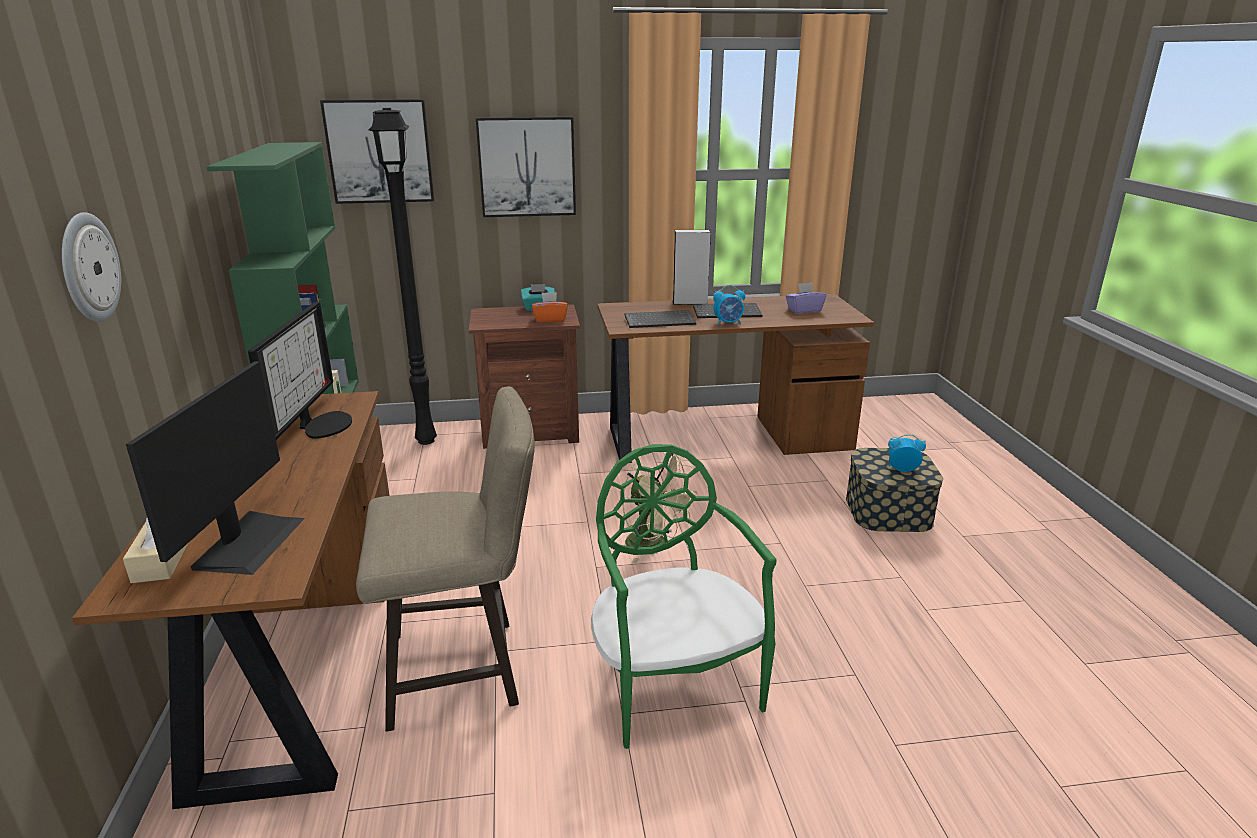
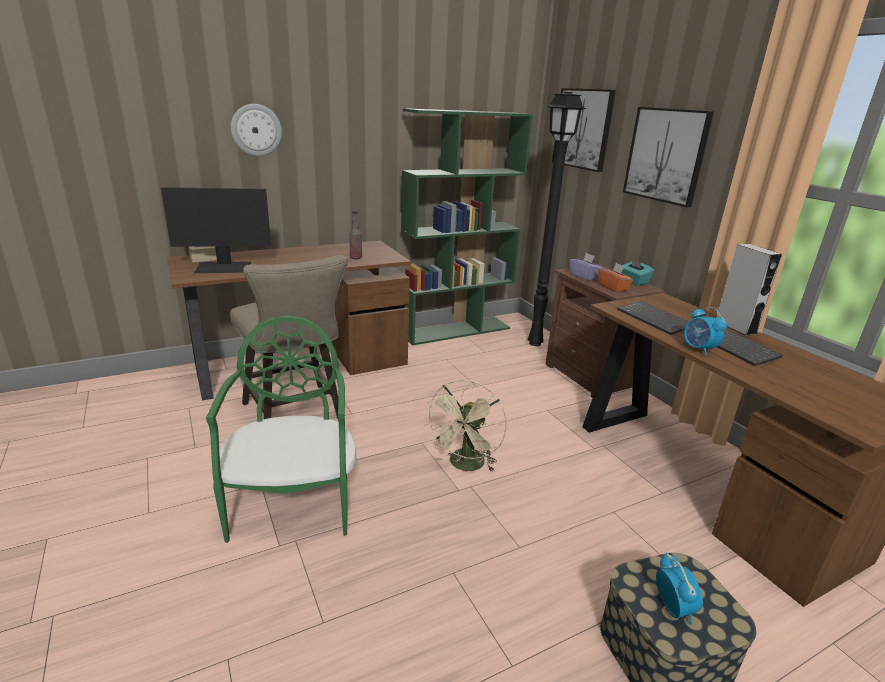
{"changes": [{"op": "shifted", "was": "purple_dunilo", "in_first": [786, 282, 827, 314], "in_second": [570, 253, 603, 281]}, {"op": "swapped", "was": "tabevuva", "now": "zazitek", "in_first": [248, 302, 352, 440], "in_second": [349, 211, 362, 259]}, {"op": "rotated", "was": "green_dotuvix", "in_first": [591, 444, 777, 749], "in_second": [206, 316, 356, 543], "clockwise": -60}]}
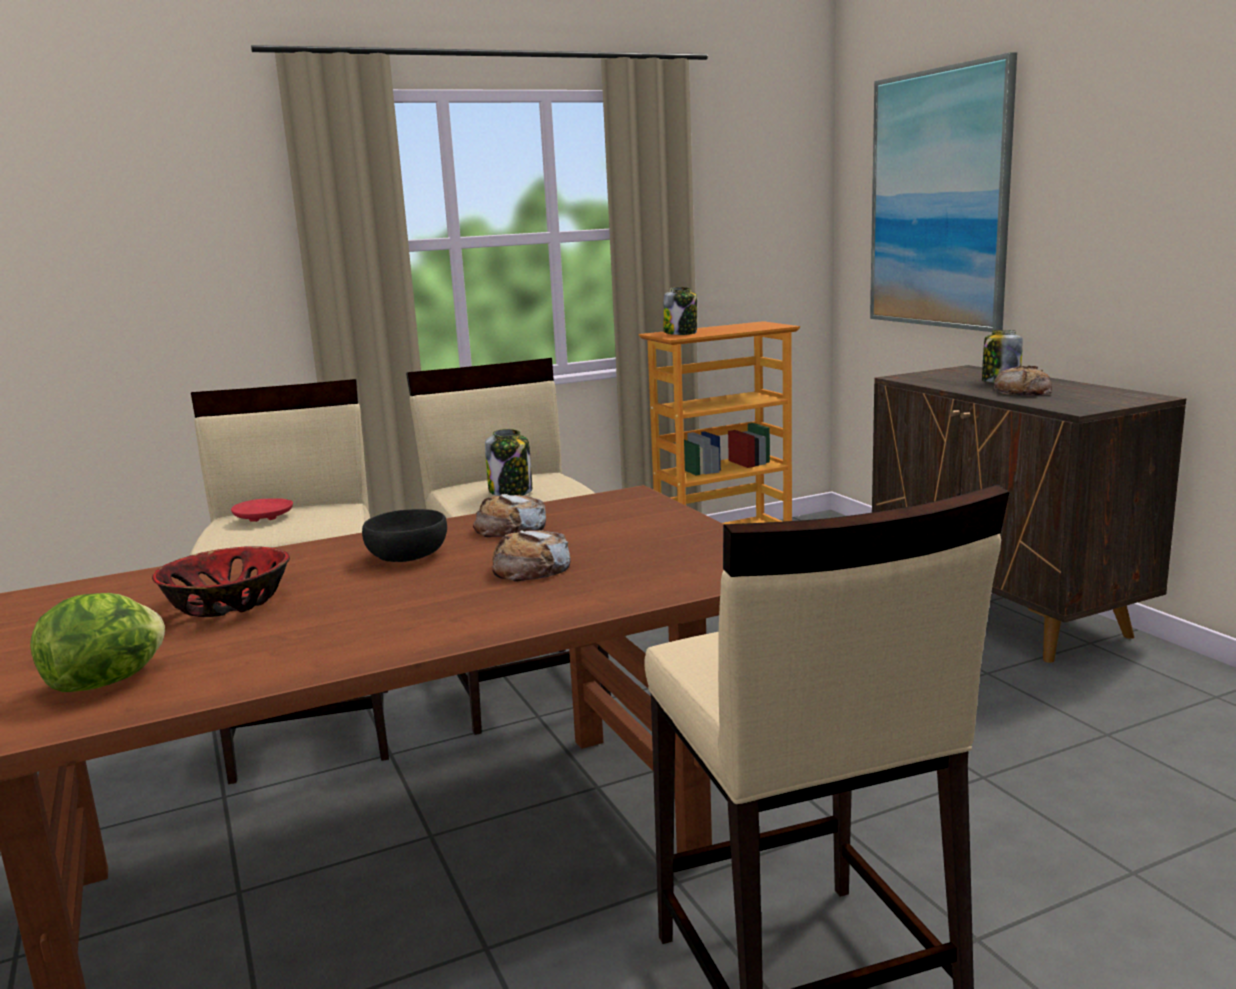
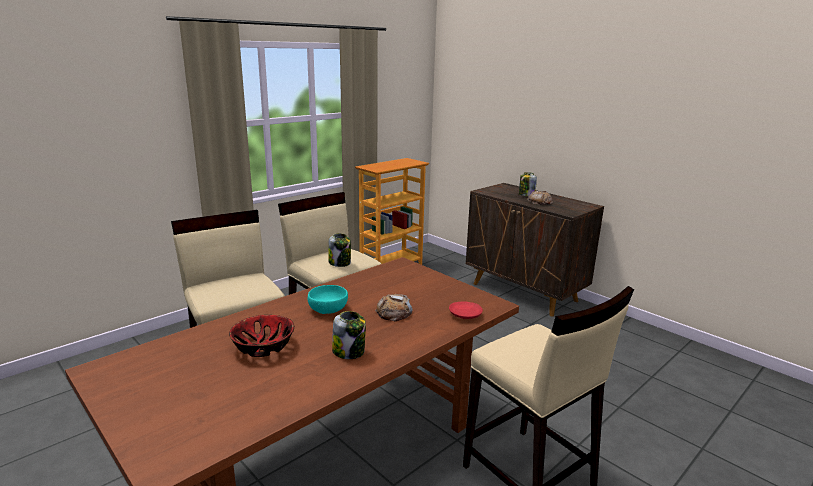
{"changes": [{"op": "gone", "was": "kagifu", "in_first": [870, 52, 1017, 332]}, {"op": "shifted", "was": "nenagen", "in_first": [663, 287, 697, 335], "in_second": [332, 311, 366, 359]}, {"op": "gone", "was": "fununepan", "in_first": [473, 494, 546, 537]}, {"op": "shifted", "was": "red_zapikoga", "in_first": [231, 498, 293, 522], "in_second": [449, 301, 483, 319]}, {"op": "repainted", "was": "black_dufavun", "now": "turquoise_dufavun", "in_first": [362, 509, 447, 562], "in_second": [308, 285, 348, 314]}, {"op": "gone", "was": "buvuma", "in_first": [30, 593, 165, 692]}]}
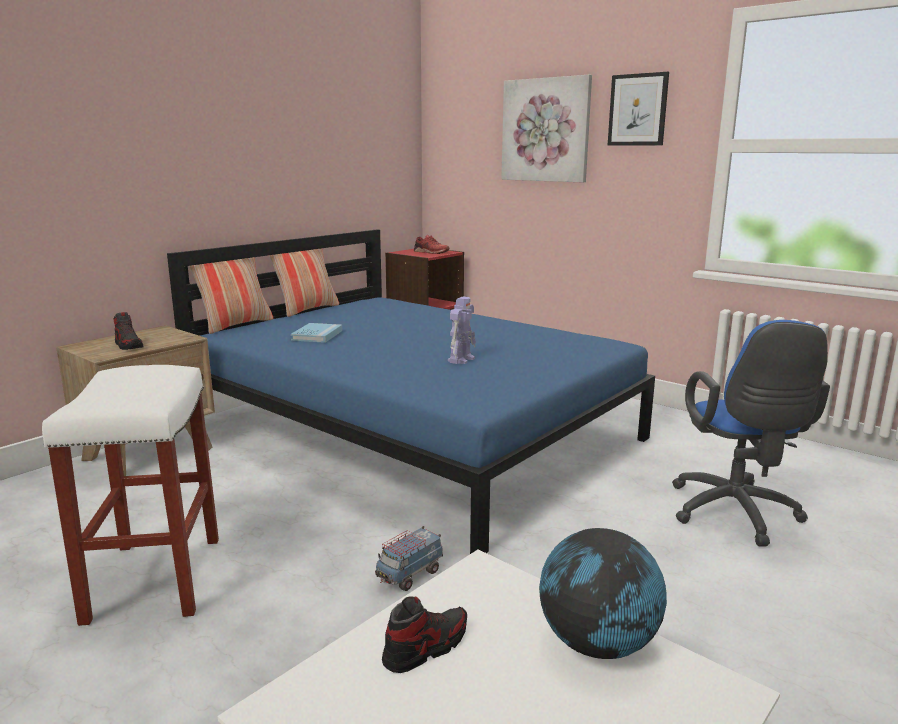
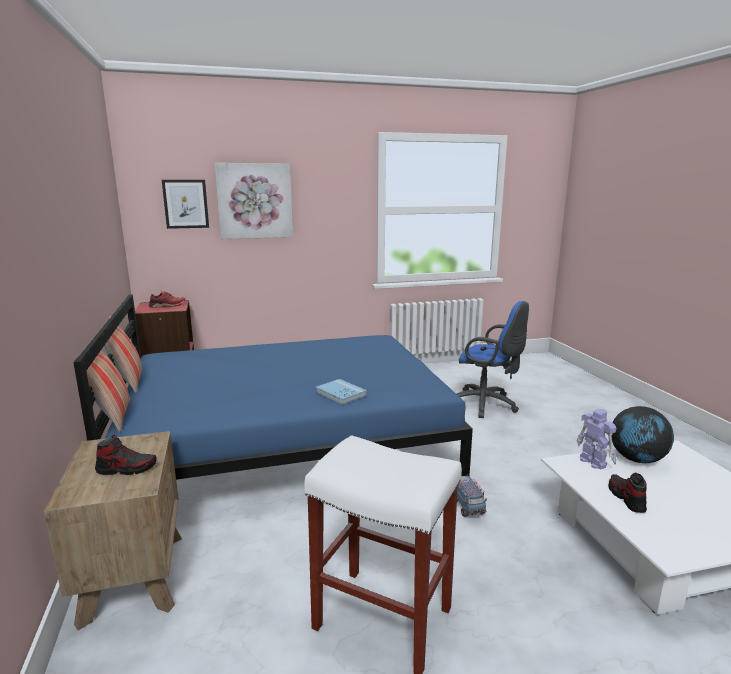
{"changes": [{"op": "shifted", "was": "kagifu", "in_first": [608, 72, 669, 146], "in_second": [162, 180, 209, 229]}, {"op": "shifted", "was": "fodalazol", "in_first": [448, 297, 476, 364], "in_second": [577, 409, 616, 470]}, {"op": "shifted", "was": "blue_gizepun", "in_first": [291, 323, 342, 343], "in_second": [316, 379, 367, 405]}]}
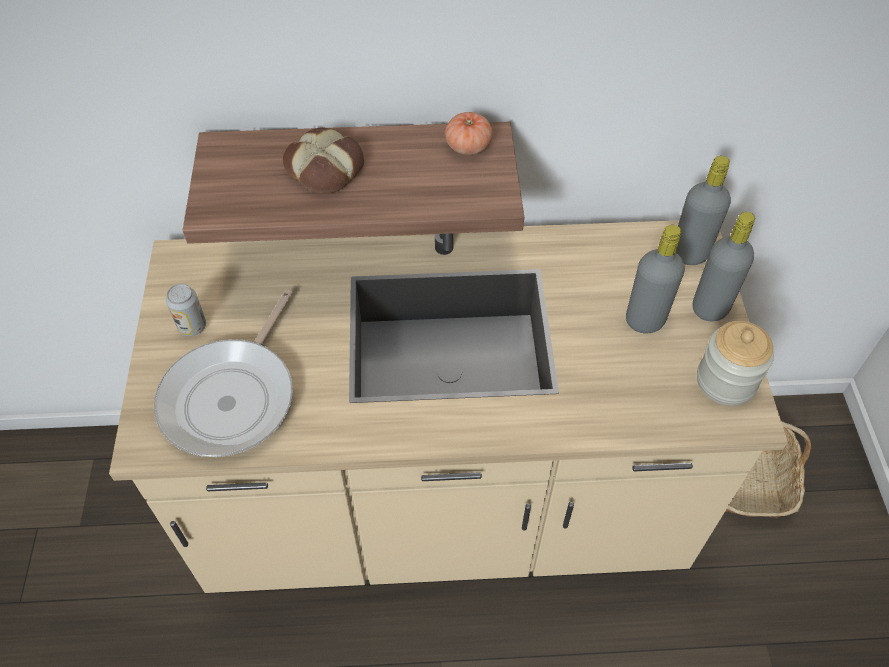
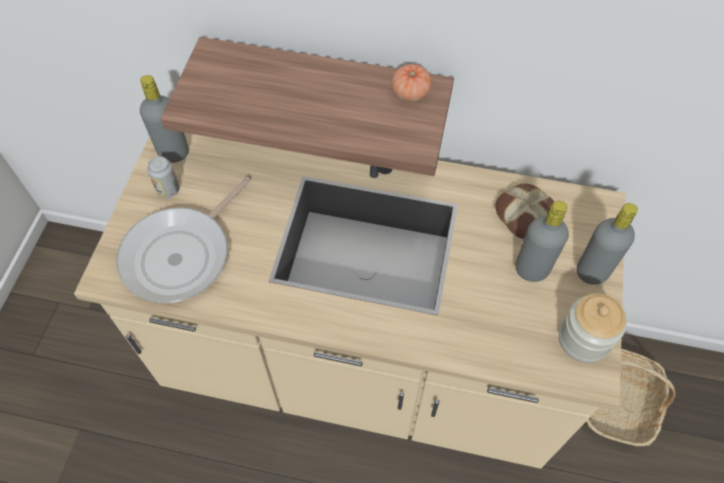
{"changes": [{"op": "shifted", "was": "fununepan", "in_first": [283, 128, 364, 194], "in_second": [495, 184, 554, 239]}, {"op": "shifted", "was": "grey_zazitek", "in_first": [676, 156, 731, 265], "in_second": [140, 75, 189, 163]}]}
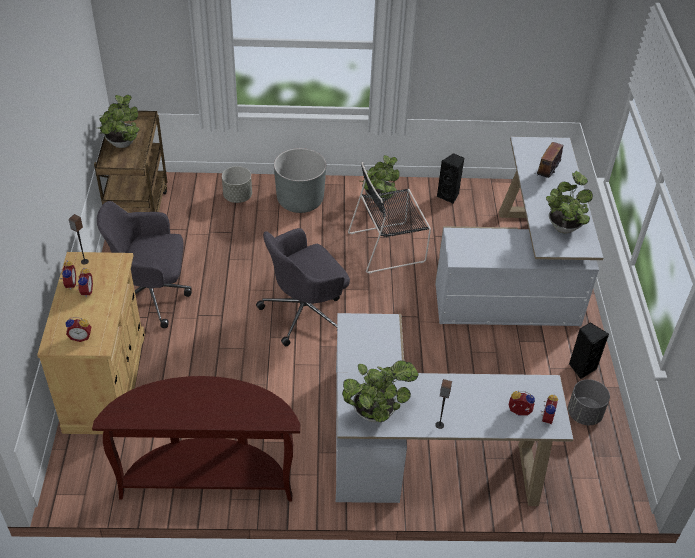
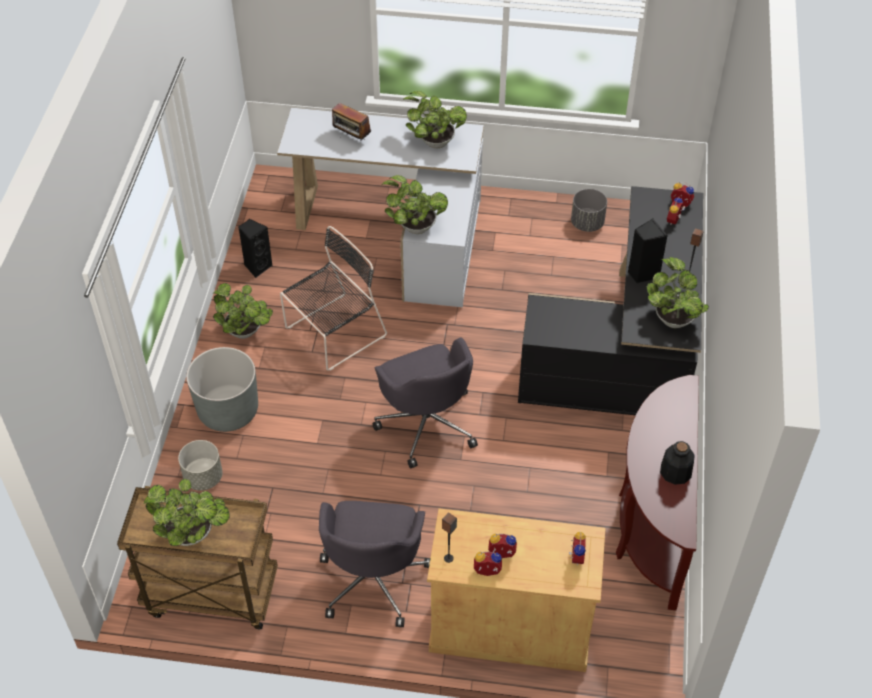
{"changes": [{"op": "rotated", "was": "black_dotuvix", "in_first": [348, 162, 431, 274], "in_second": [280, 226, 387, 371], "clockwise": -120}, {"op": "repainted", "was": "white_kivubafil", "now": "black_kivubafil", "in_first": [336, 313, 573, 506], "in_second": [518, 186, 703, 415]}, {"op": "shifted", "was": "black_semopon", "in_first": [569, 322, 609, 379], "in_second": [628, 219, 668, 283]}, {"op": "new", "now": "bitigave", "in_second": [382, 175, 448, 234]}, {"op": "new", "now": "zazitek", "in_second": [660, 441, 695, 485]}]}
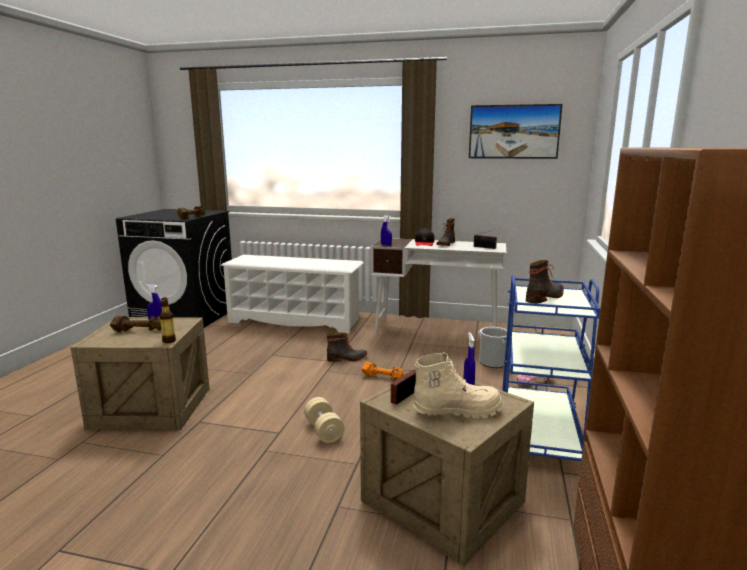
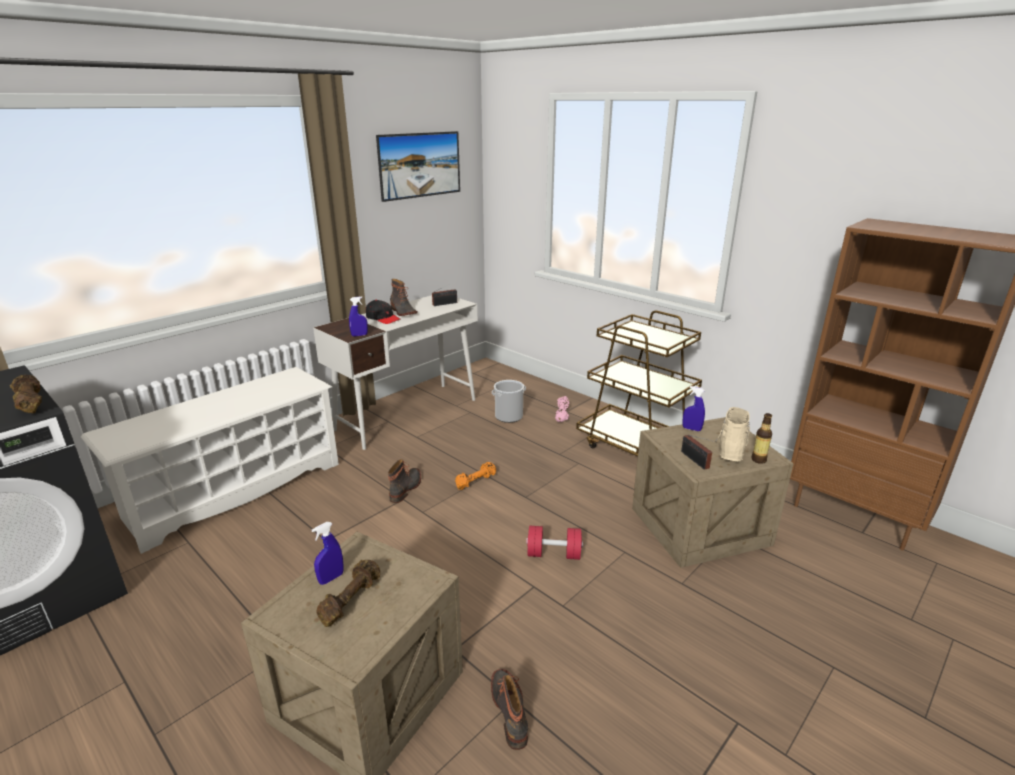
{"changes": [{"op": "shifted", "was": "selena", "in_first": [526, 260, 564, 304], "in_second": [491, 669, 528, 750]}, {"op": "repainted", "was": "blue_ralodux", "now": "brown_ralodux", "in_first": [502, 275, 600, 461], "in_second": [576, 310, 702, 456]}, {"op": "shifted", "was": "zazitek", "in_first": [160, 298, 176, 343], "in_second": [751, 413, 772, 464]}, {"op": "repainted", "was": "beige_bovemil", "now": "red_bovemil", "in_first": [304, 397, 345, 443], "in_second": [526, 526, 583, 560]}]}
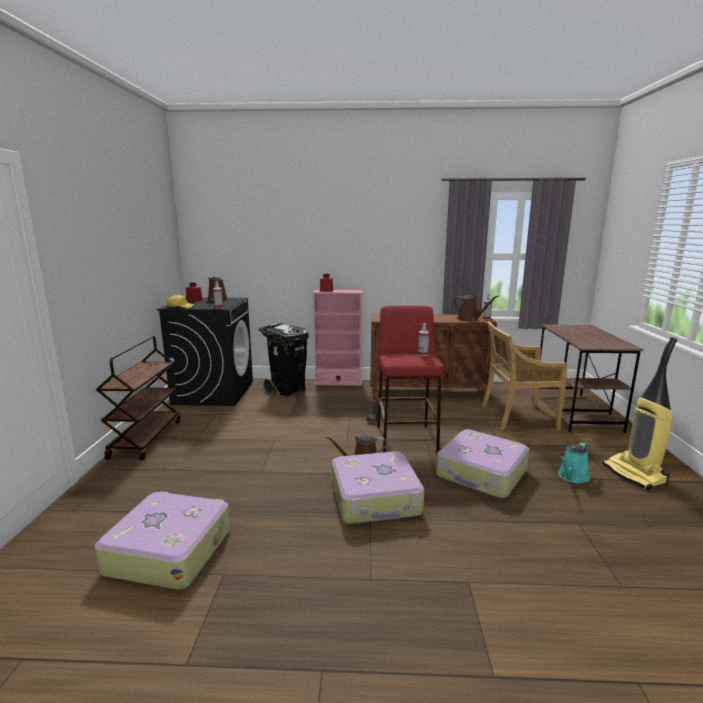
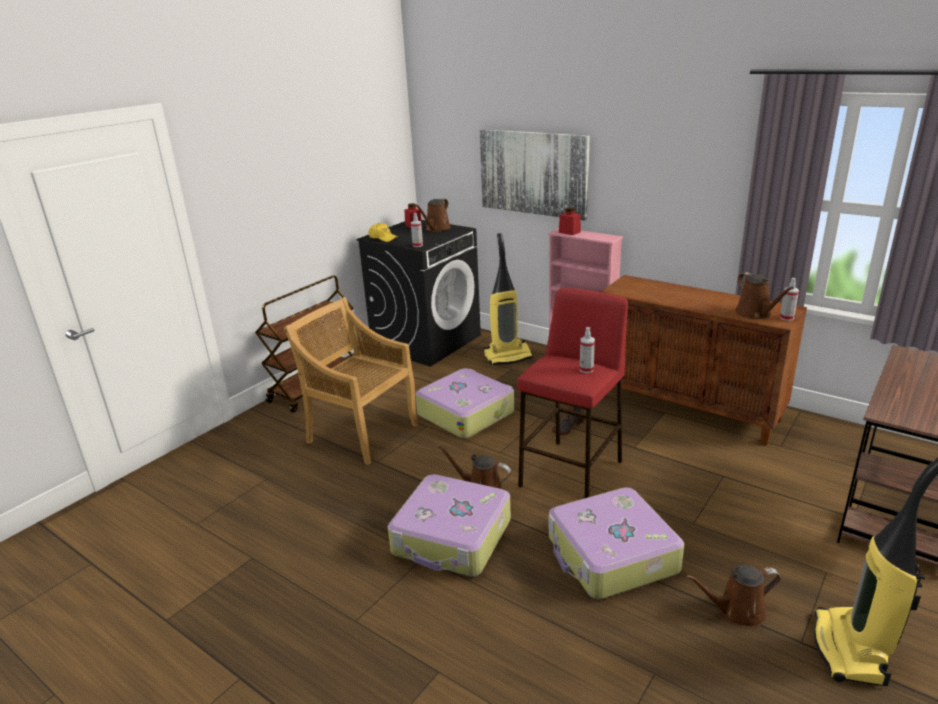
{"changes": [{"op": "shifted", "was": "beige_dotuvix", "in_first": [482, 321, 567, 430], "in_second": [284, 297, 418, 465]}, {"op": "swapped", "was": "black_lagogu", "now": "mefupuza", "in_first": [258, 323, 309, 396], "in_second": [484, 233, 534, 366]}, {"op": "repainted", "was": "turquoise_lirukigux", "now": "brown_lirukigux", "in_first": [558, 442, 590, 483], "in_second": [686, 565, 781, 627]}, {"op": "shifted", "was": "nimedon", "in_first": [95, 491, 230, 590], "in_second": [415, 368, 514, 439]}, {"op": "new", "now": "kagifu", "in_second": [480, 129, 590, 221]}]}
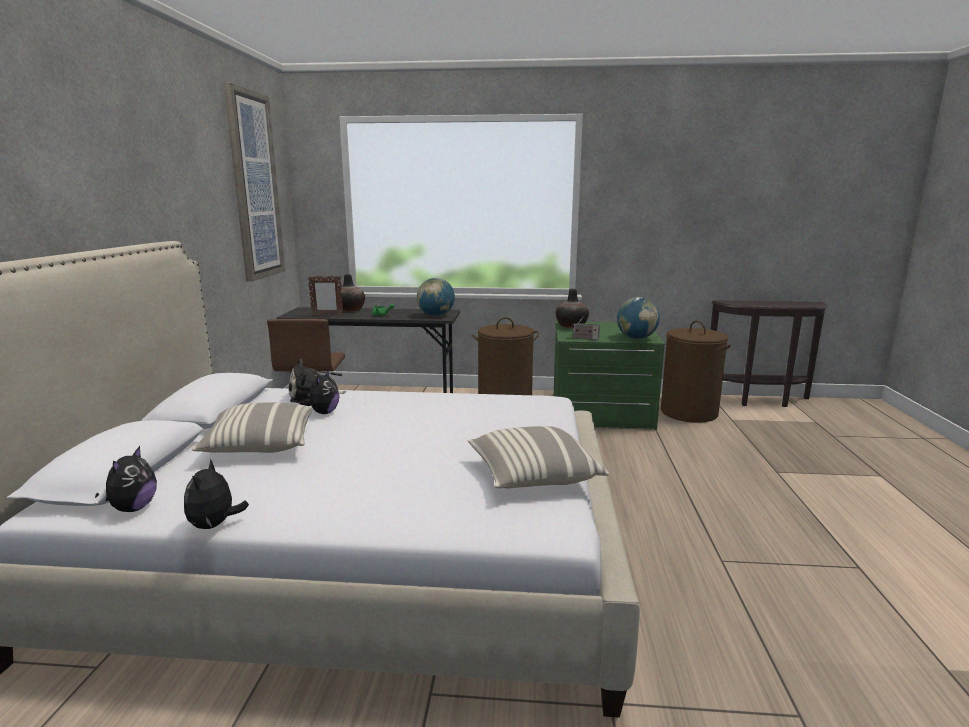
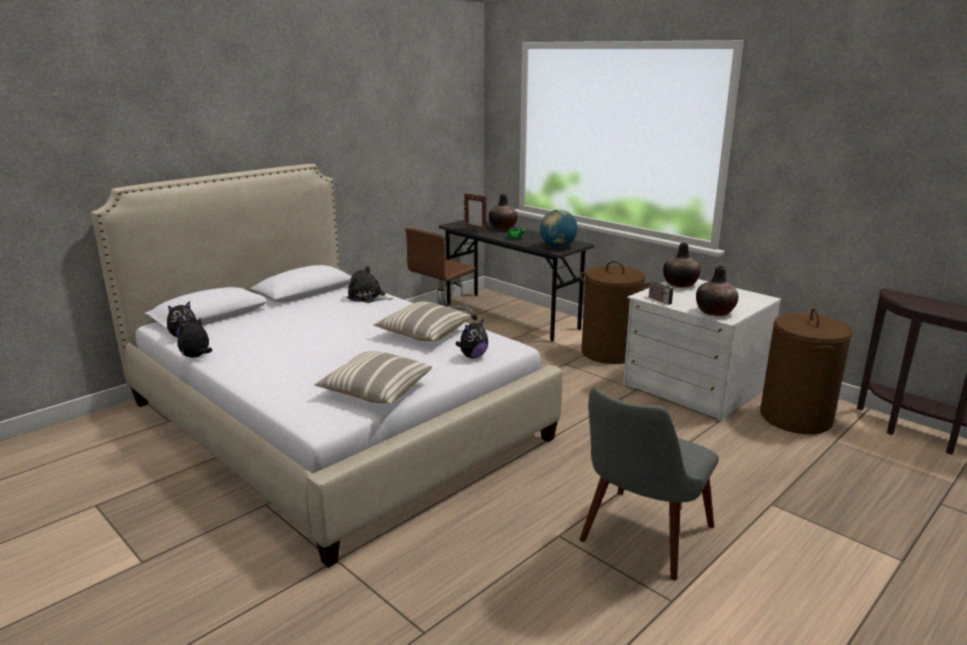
{"changes": [{"op": "gone", "was": "kagifu", "in_first": [224, 83, 285, 281]}, {"op": "swapped", "was": "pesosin", "now": "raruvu", "in_first": [617, 297, 660, 339], "in_second": [696, 266, 738, 316]}, {"op": "repainted", "was": "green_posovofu", "now": "white_posovofu", "in_first": [554, 321, 666, 430], "in_second": [623, 279, 781, 421]}, {"op": "shifted", "was": "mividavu", "in_first": [300, 370, 339, 414], "in_second": [456, 319, 488, 358]}, {"op": "shifted", "was": "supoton", "in_first": [192, 402, 313, 453], "in_second": [374, 302, 471, 341]}, {"op": "new", "now": "grey_dotuvix", "in_second": [579, 387, 719, 580]}]}
